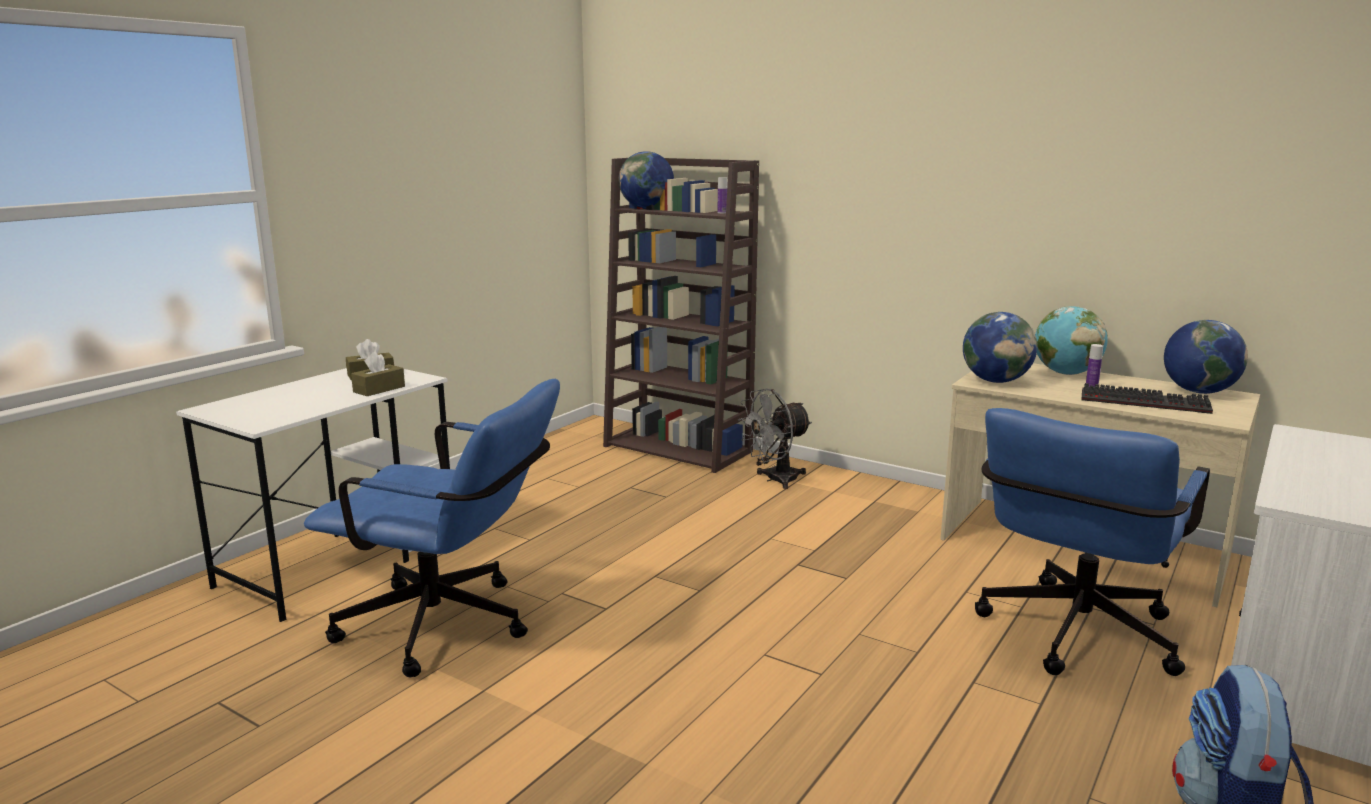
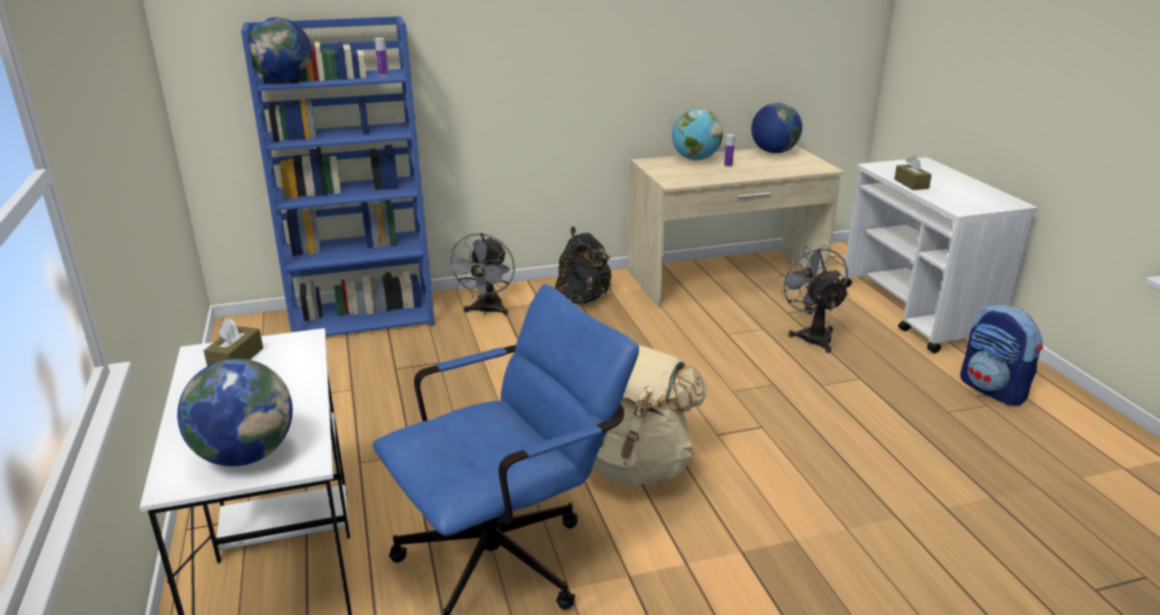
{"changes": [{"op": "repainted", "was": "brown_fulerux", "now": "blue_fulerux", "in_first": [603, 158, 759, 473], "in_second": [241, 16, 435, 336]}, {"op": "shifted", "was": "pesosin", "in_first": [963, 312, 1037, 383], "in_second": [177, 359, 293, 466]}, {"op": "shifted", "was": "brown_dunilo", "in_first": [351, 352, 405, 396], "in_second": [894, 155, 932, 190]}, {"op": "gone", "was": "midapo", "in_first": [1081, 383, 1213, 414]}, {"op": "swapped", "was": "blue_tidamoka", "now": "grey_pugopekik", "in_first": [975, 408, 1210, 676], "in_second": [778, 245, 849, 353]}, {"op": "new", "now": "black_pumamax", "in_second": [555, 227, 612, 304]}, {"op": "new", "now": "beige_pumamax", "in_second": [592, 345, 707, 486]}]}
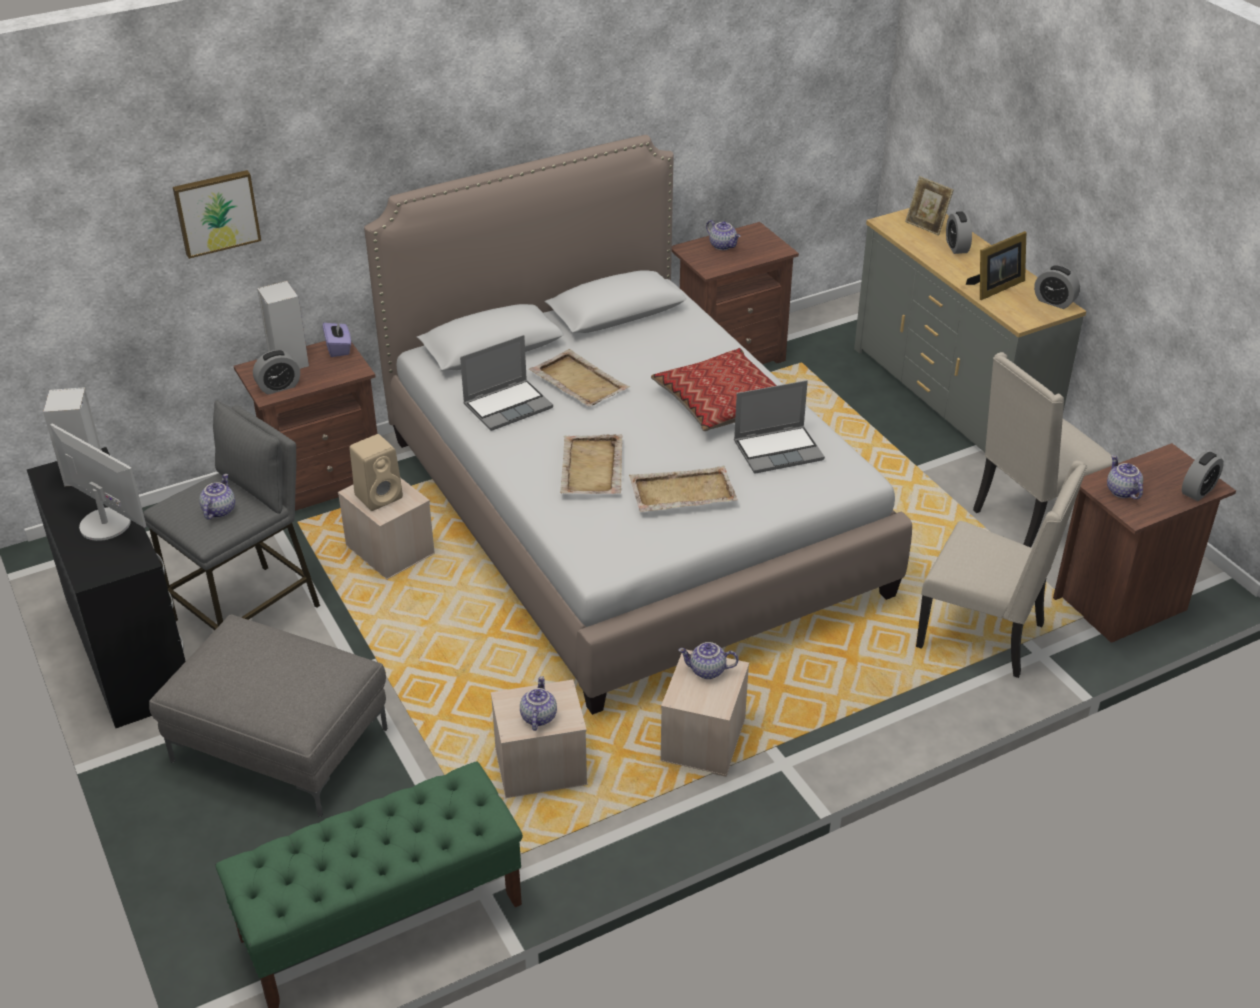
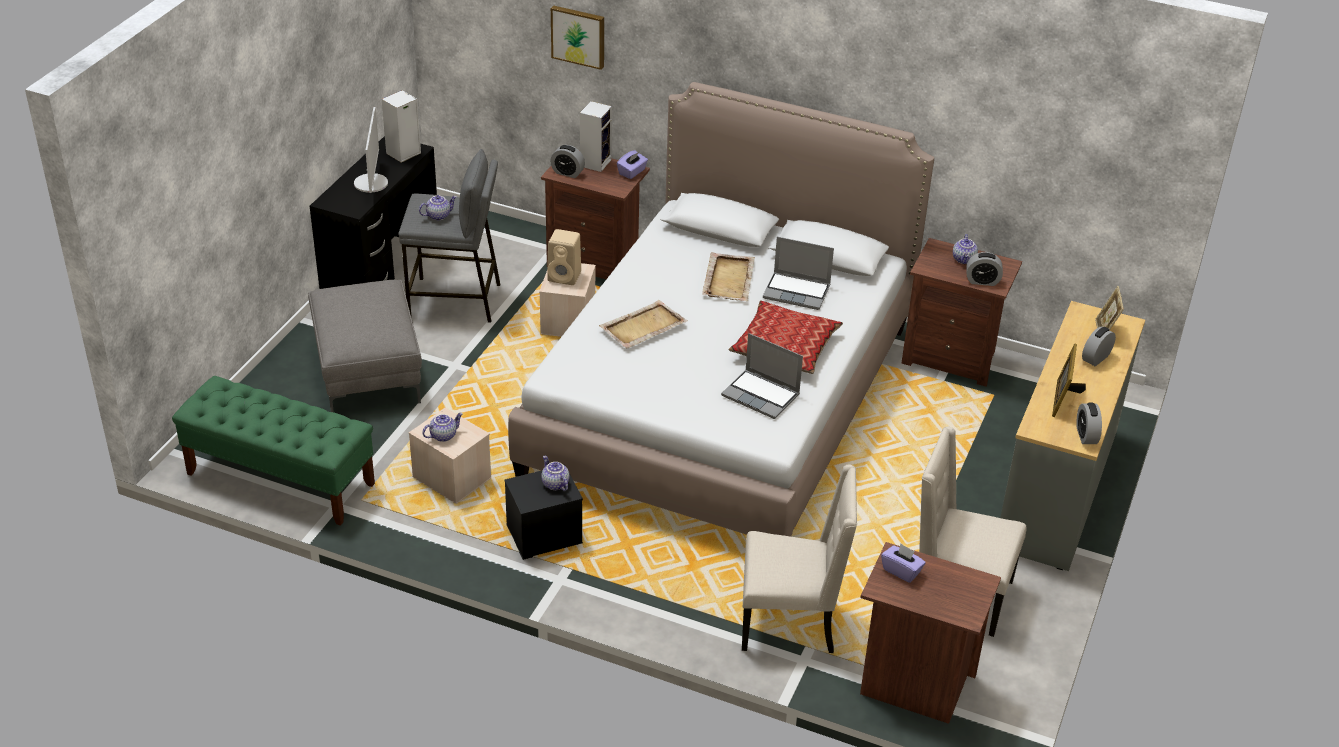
{"changes": [{"op": "rotated", "was": "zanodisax", "in_first": [966, 231, 1026, 300], "in_second": [1052, 344, 1086, 417], "clockwise": 90}, {"op": "shifted", "was": "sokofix", "in_first": [460, 335, 553, 431], "in_second": [763, 237, 834, 310]}, {"op": "shifted", "was": "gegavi", "in_first": [1182, 451, 1224, 501], "in_second": [967, 252, 1003, 286]}, {"op": "swapped", "was": "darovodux", "now": "purple_dunilo", "in_first": [1107, 455, 1143, 500], "in_second": [881, 543, 926, 583]}, {"op": "rotated", "was": "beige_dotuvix", "in_first": [916, 460, 1087, 678], "in_second": [742, 465, 857, 653], "clockwise": -75}, {"op": "gone", "was": "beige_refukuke", "in_first": [629, 465, 738, 512]}, {"op": "repainted", "was": "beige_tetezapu", "now": "black_tetezapu", "in_first": [660, 650, 749, 777], "in_second": [504, 470, 583, 560]}]}
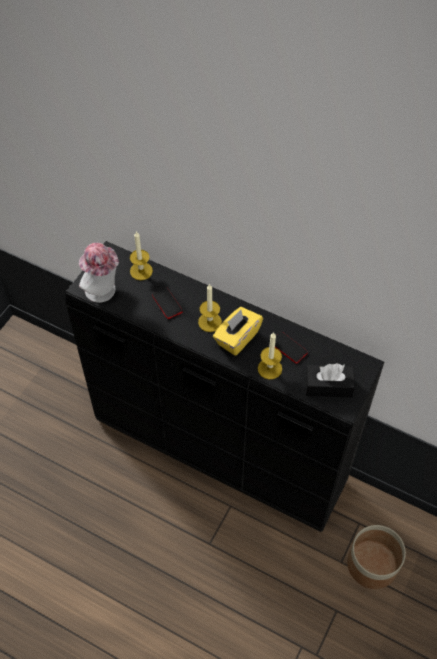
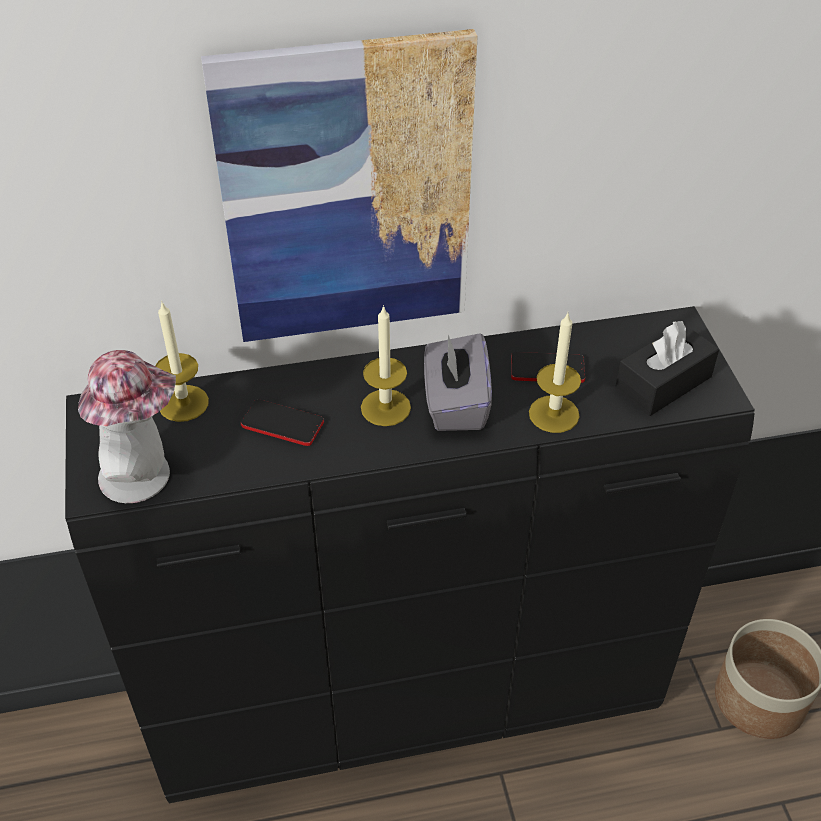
{"changes": [{"op": "repainted", "was": "yellow_dunilo", "now": "grey_dunilo", "in_first": [213, 307, 263, 356], "in_second": [424, 333, 492, 431]}, {"op": "new", "now": "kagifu", "in_second": [201, 29, 478, 342]}]}
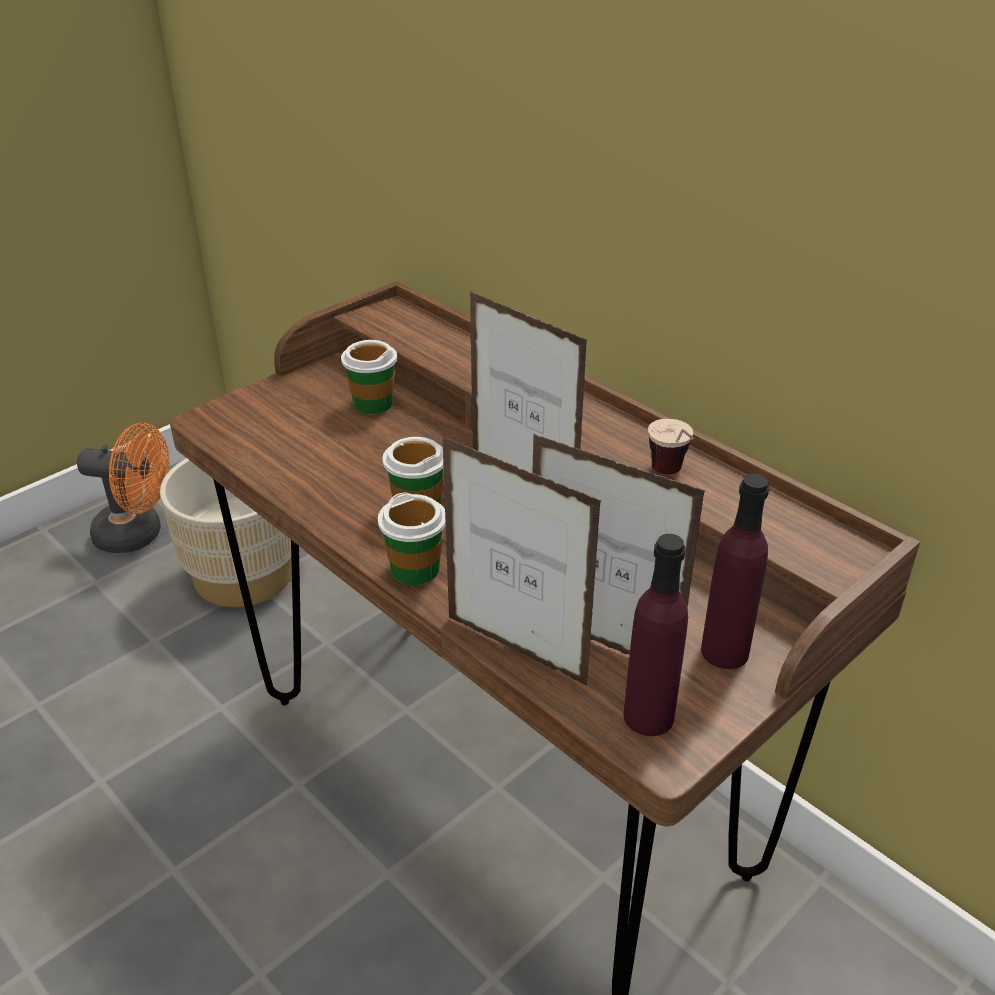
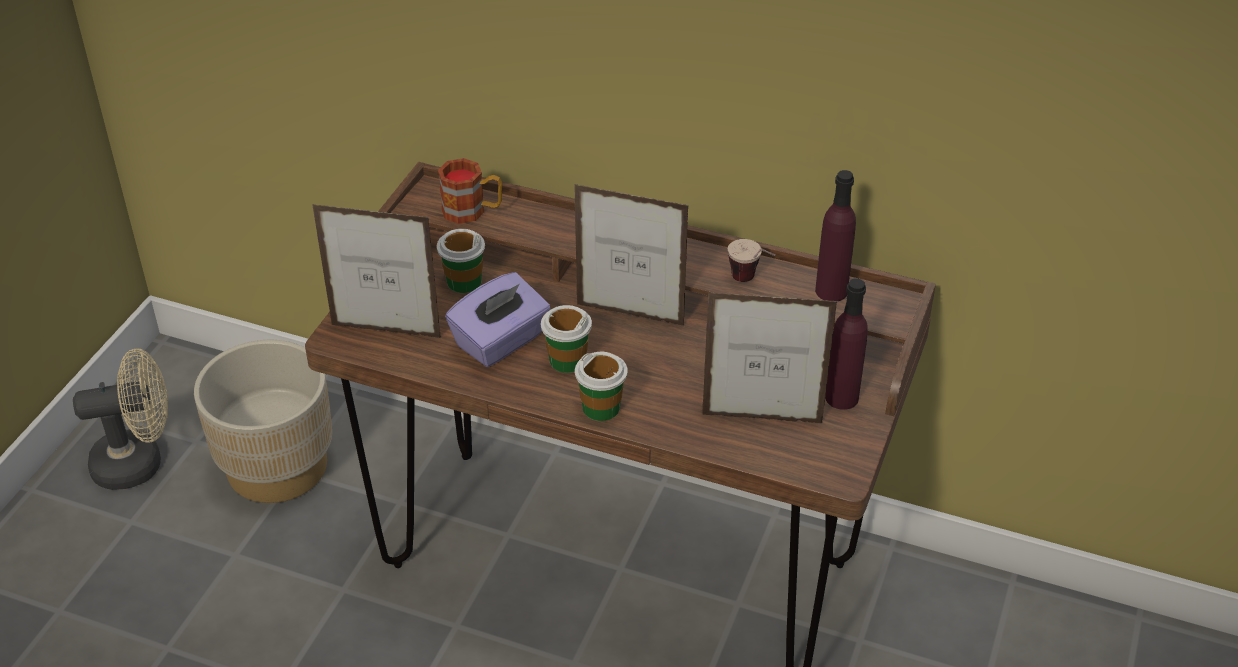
{"changes": [{"op": "repainted", "was": "orange_pugopekik", "now": "beige_pugopekik", "in_first": [77, 423, 169, 553], "in_second": [73, 348, 168, 490]}, {"op": "shifted", "was": "zanodisax", "in_first": [442, 436, 601, 686], "in_second": [312, 204, 441, 338]}, {"op": "shifted", "was": "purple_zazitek", "in_first": [623, 534, 688, 736], "in_second": [815, 170, 856, 301]}, {"op": "new", "now": "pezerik", "in_second": [438, 158, 502, 224]}, {"op": "new", "now": "purple_dunilo", "in_second": [445, 272, 551, 367]}]}
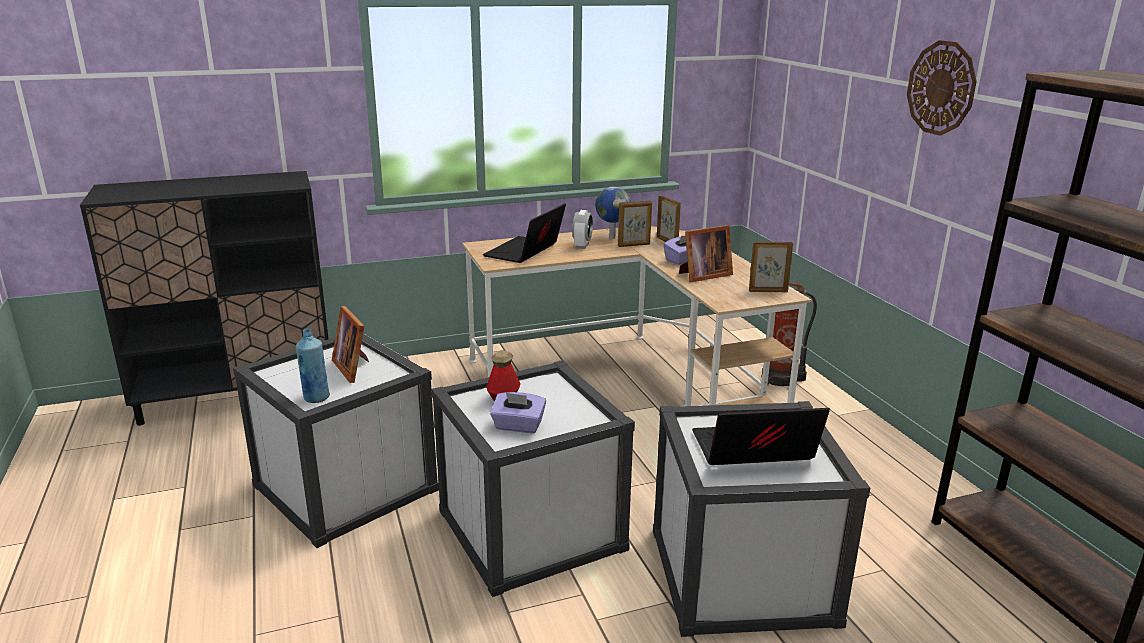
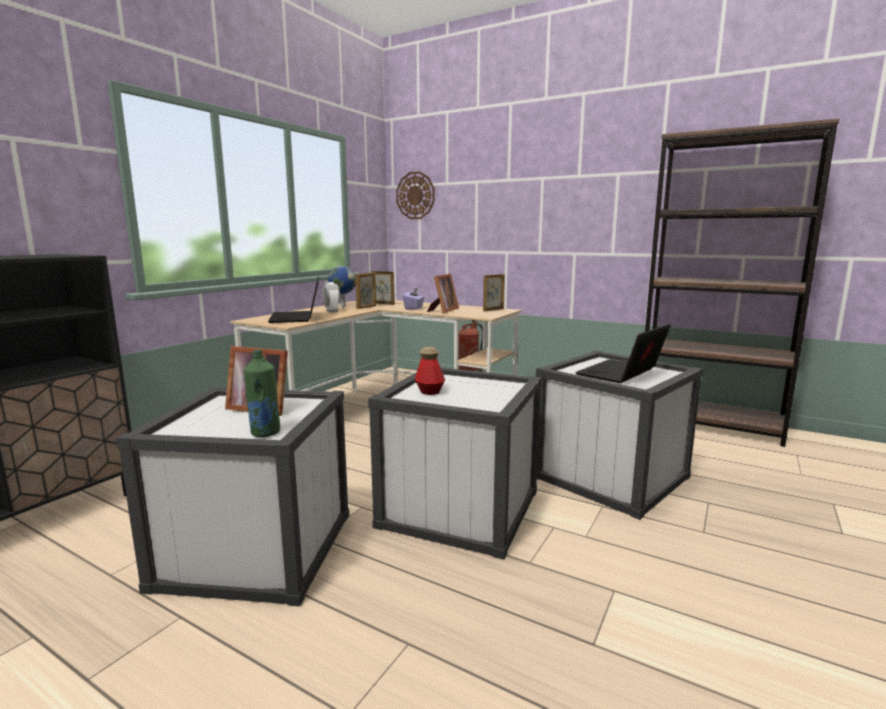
{"changes": [{"op": "shifted", "was": "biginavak", "in_first": [907, 40, 977, 136], "in_second": [396, 171, 435, 219]}, {"op": "repainted", "was": "blue_zazitek", "now": "green_zazitek", "in_first": [296, 329, 330, 403], "in_second": [244, 350, 280, 437]}, {"op": "gone", "was": "purple_dunilo", "in_first": [490, 392, 546, 433]}]}
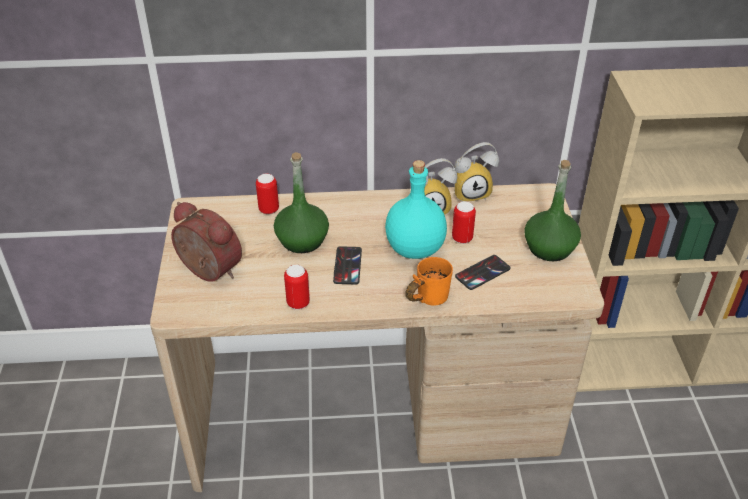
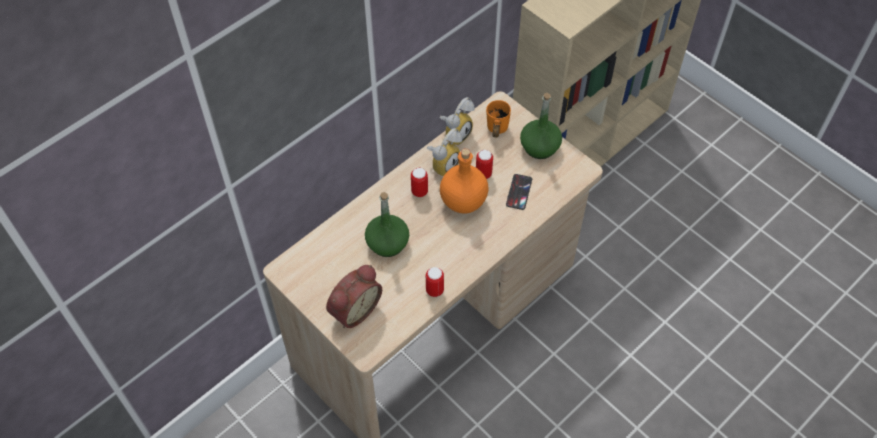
{"changes": [{"op": "repainted", "was": "turquoise_zazitek", "now": "orange_zazitek", "in_first": [385, 160, 447, 259], "in_second": [440, 148, 489, 214]}, {"op": "shifted", "was": "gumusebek", "in_first": [256, 174, 279, 214], "in_second": [411, 168, 428, 197]}, {"op": "rotated", "was": "gegavi", "in_first": [171, 202, 242, 282], "in_second": [326, 265, 382, 328], "clockwise": 135}, {"op": "gone", "was": "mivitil", "in_first": [333, 246, 362, 284]}, {"op": "shifted", "was": "orange_pezerik", "in_first": [405, 257, 453, 306], "in_second": [486, 100, 511, 138]}]}
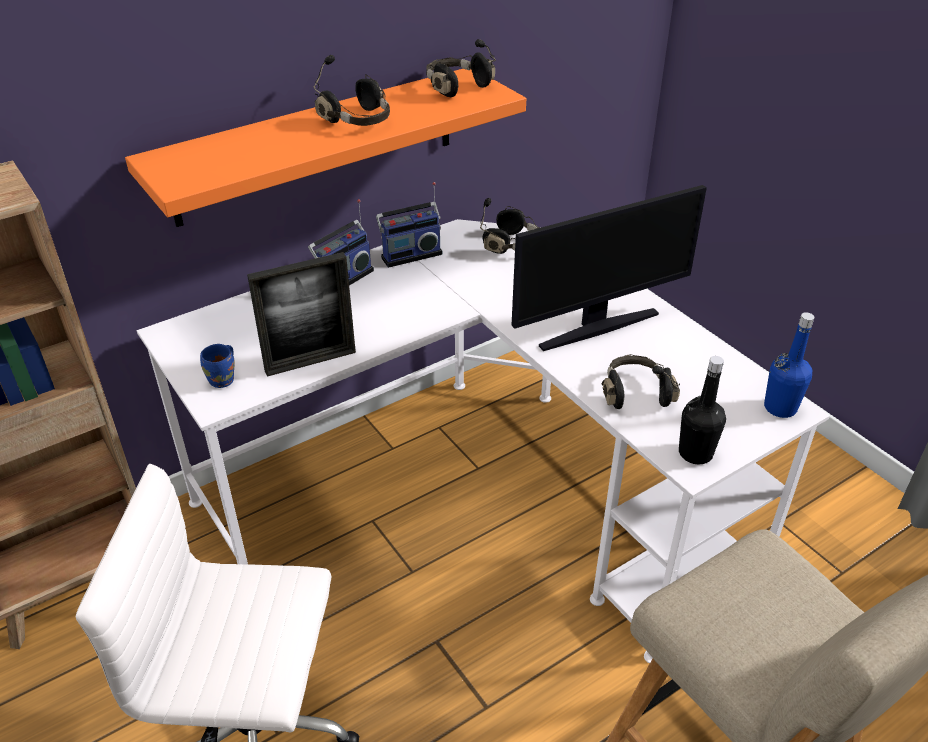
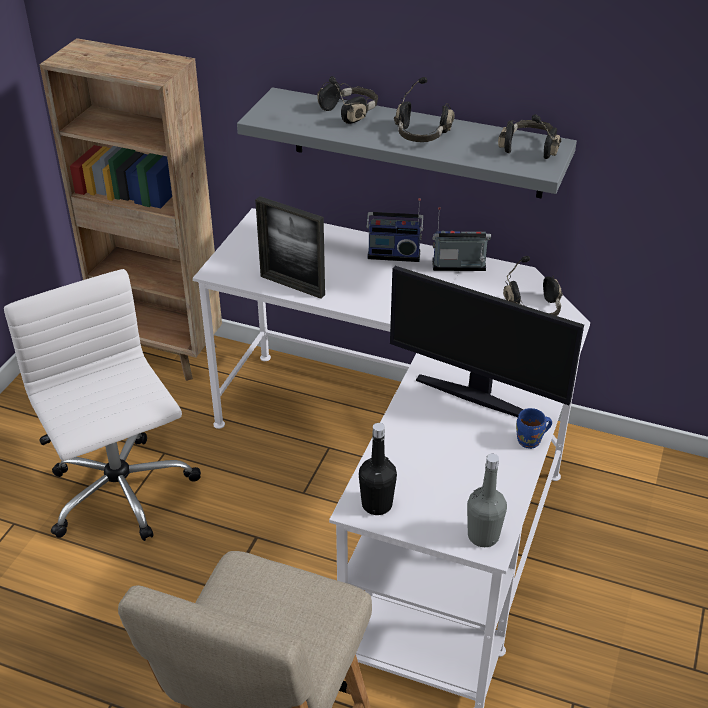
{"changes": [{"op": "repainted", "was": "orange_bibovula", "now": "grey_bibovula", "in_first": [125, 69, 526, 227], "in_second": [237, 87, 577, 199]}, {"op": "rotated", "was": "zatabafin", "in_first": [376, 182, 442, 268], "in_second": [432, 207, 491, 271], "clockwise": 150}, {"op": "repainted", "was": "blue_zazitek", "now": "grey_zazitek", "in_first": [764, 312, 815, 418], "in_second": [467, 454, 507, 547]}, {"op": "shifted", "was": "blue_pezerik", "in_first": [200, 344, 235, 388], "in_second": [516, 408, 552, 449]}, {"op": "shifted", "was": "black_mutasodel", "in_first": [602, 354, 680, 409], "in_second": [317, 76, 378, 124]}]}
